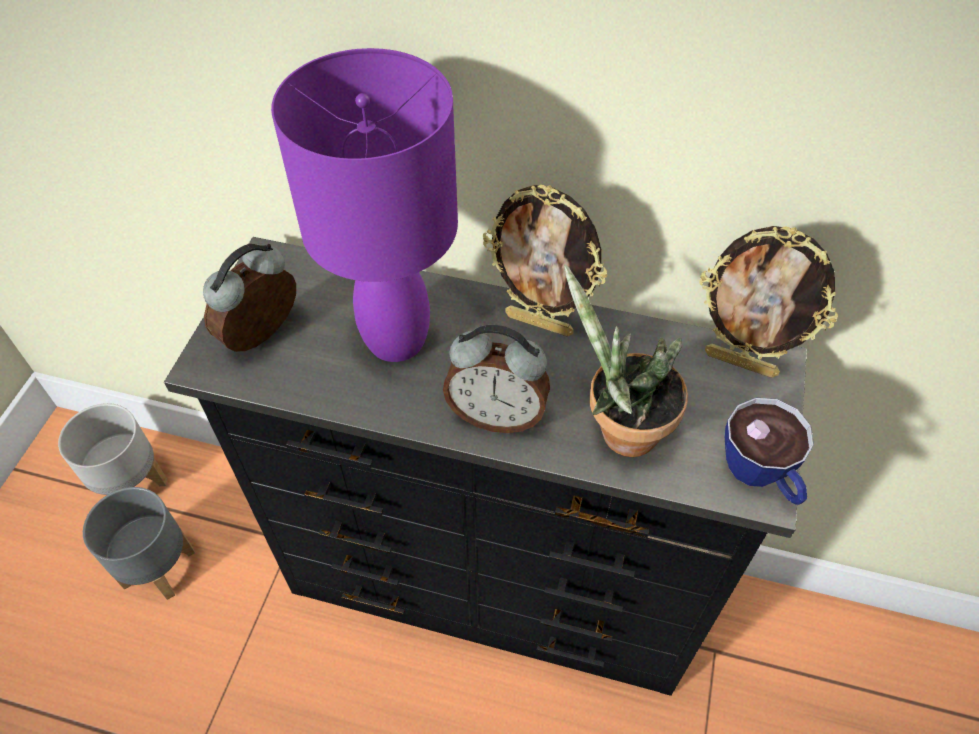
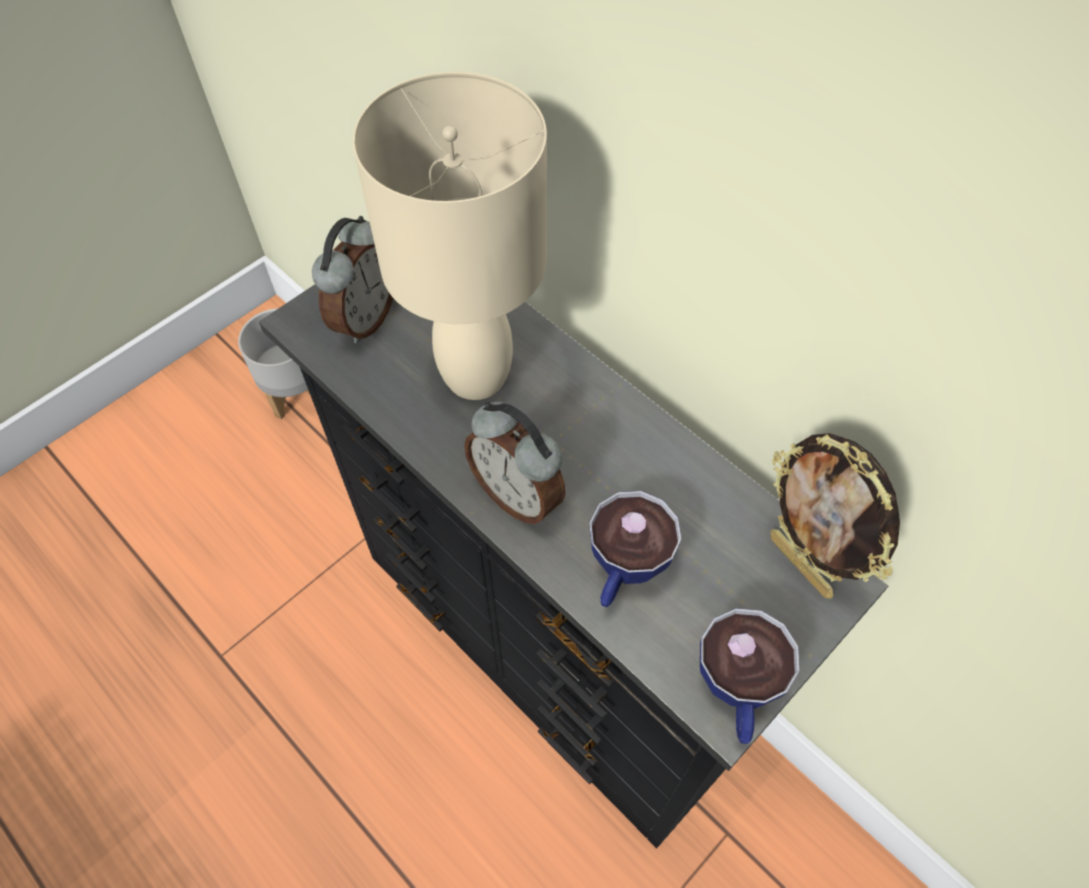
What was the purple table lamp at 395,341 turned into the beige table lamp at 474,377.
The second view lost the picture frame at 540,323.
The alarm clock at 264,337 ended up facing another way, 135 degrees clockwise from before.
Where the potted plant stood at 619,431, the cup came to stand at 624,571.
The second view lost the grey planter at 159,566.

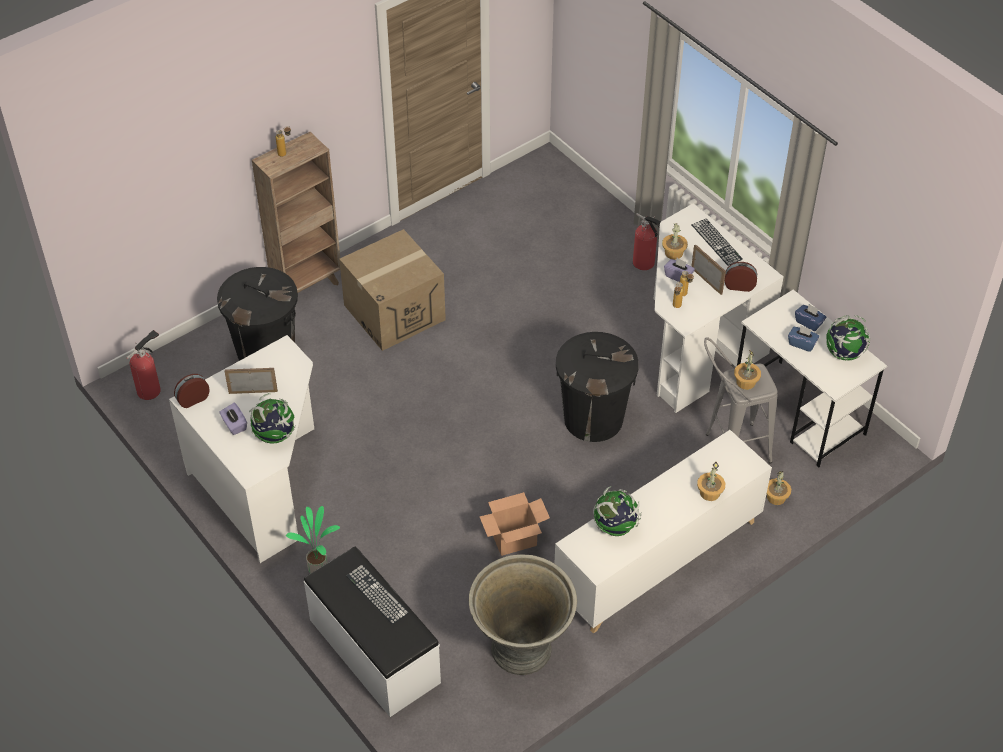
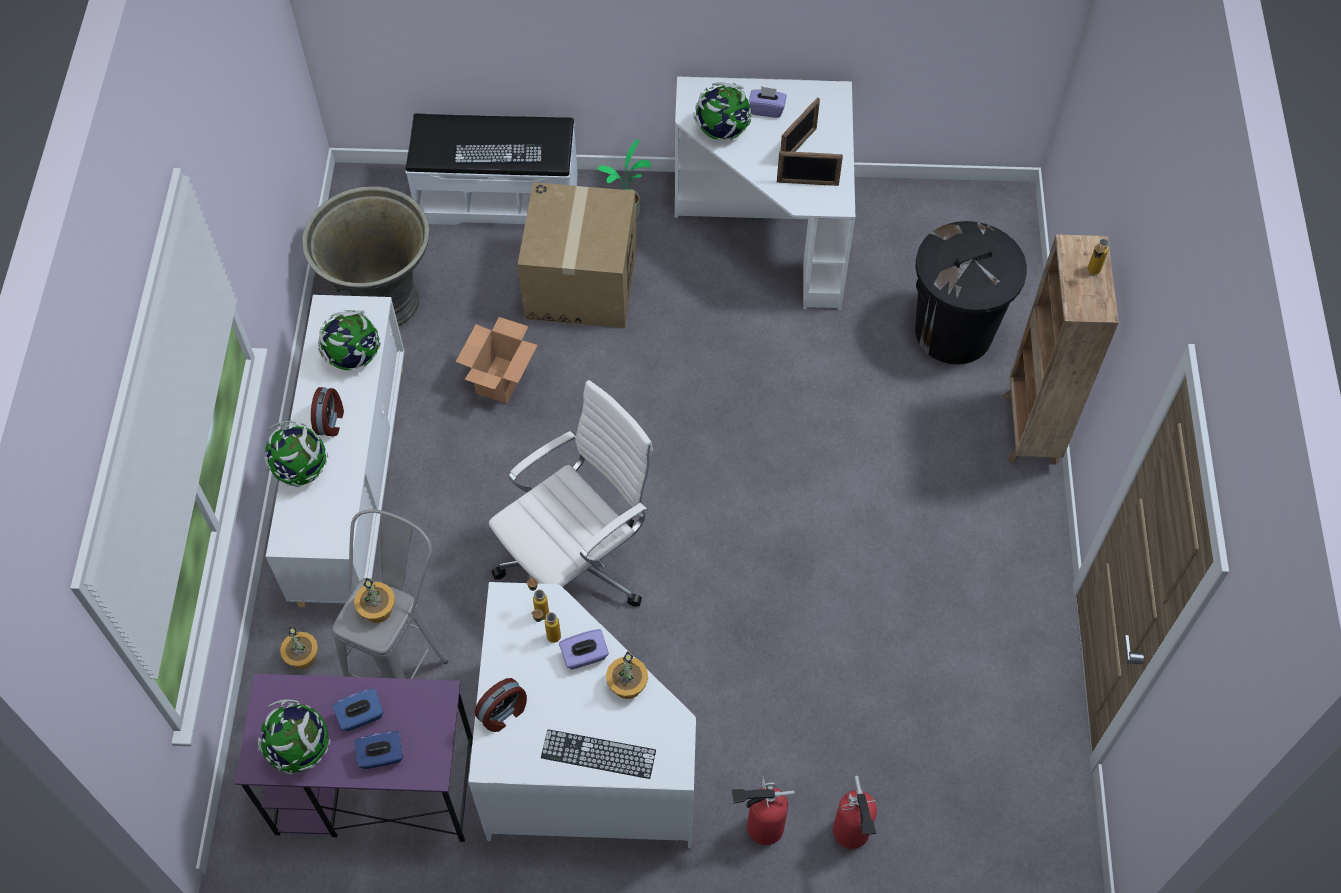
The cardboard box ended up elsewhere, having gone from 394,312 to 581,283.
The picture frame ended up elsewhere, having gone from 707,281 to 807,183.
What was the white desk at 799,413 turned into the purple desk at 374,789.
The fire extinguisher ended up elsewhere, having gone from 151,389 to 851,835.
Where the black trash can stood at 593,418, the white office chair came to stand at 578,566.
The alarm clock ended up elsewhere, having gone from 193,399 to 331,421.
Where the potted plant stood at 709,492, the globe came to stand at 301,470.

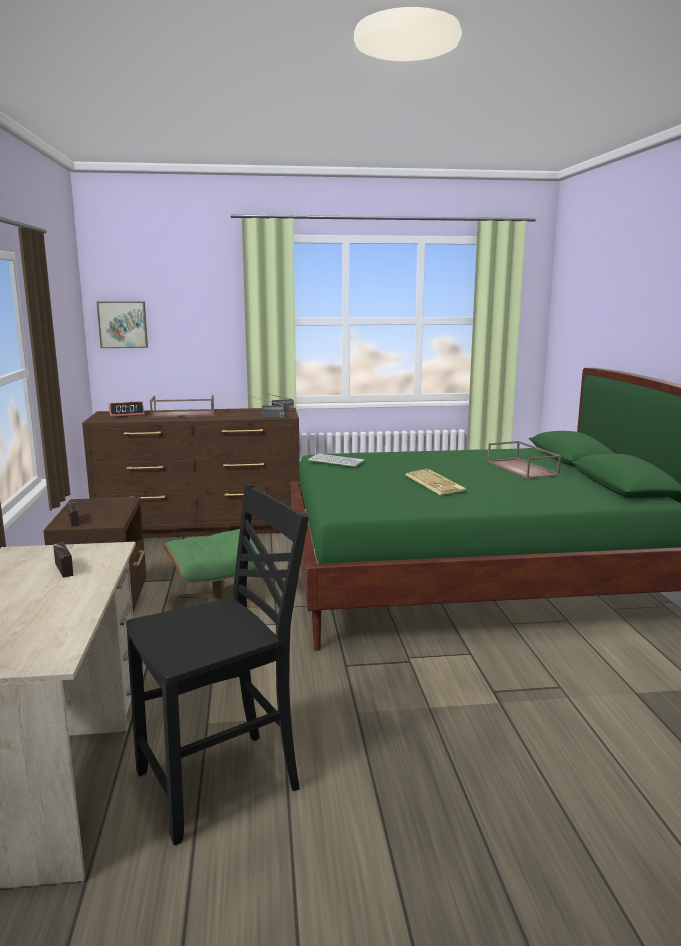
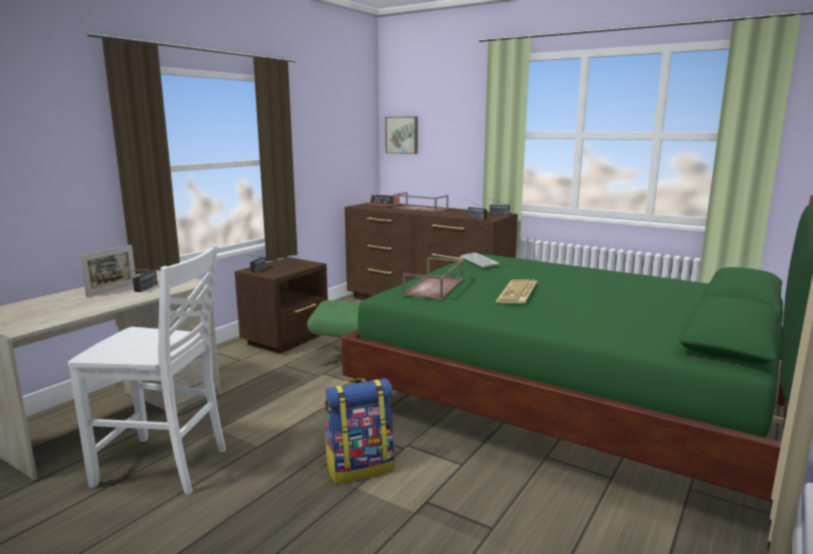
The brown tray ended up elsewhere, having gone from 523,469 to 434,287.
What was the black chair at 222,782 turned into the white chair at 164,467.
The second view gained the picture frame at 112,290.
The second view gained the backpack at 360,467.

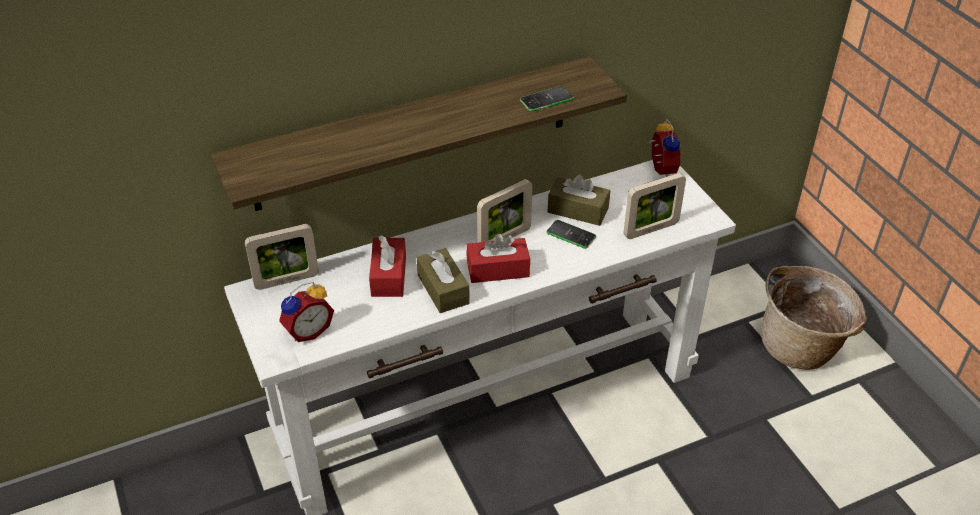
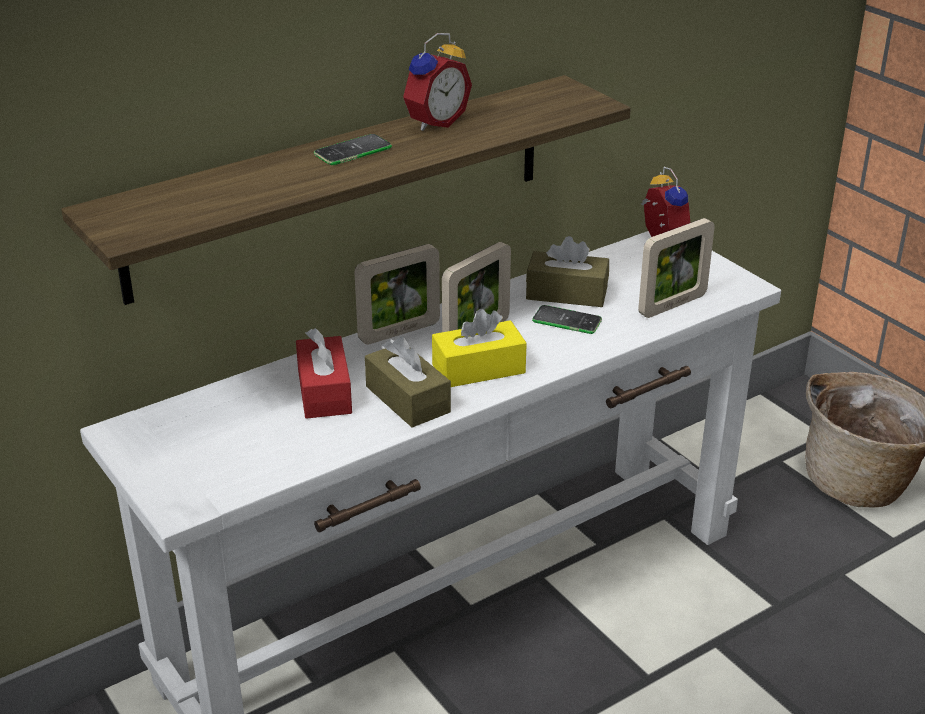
The phone ended up elsewhere, having gone from 546,100 to 353,151.
The picture frame ended up elsewhere, having gone from 286,280 to 399,332.
What was the red tissue box at 498,269 turned into the yellow tissue box at 478,369.
The alarm clock ended up elsewhere, having gone from 307,331 to 434,122.

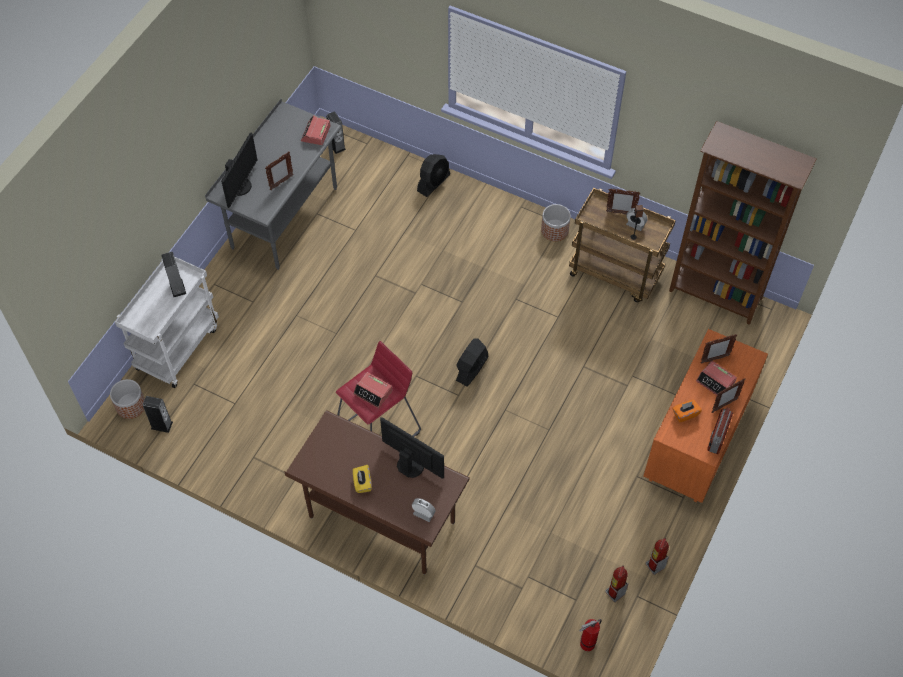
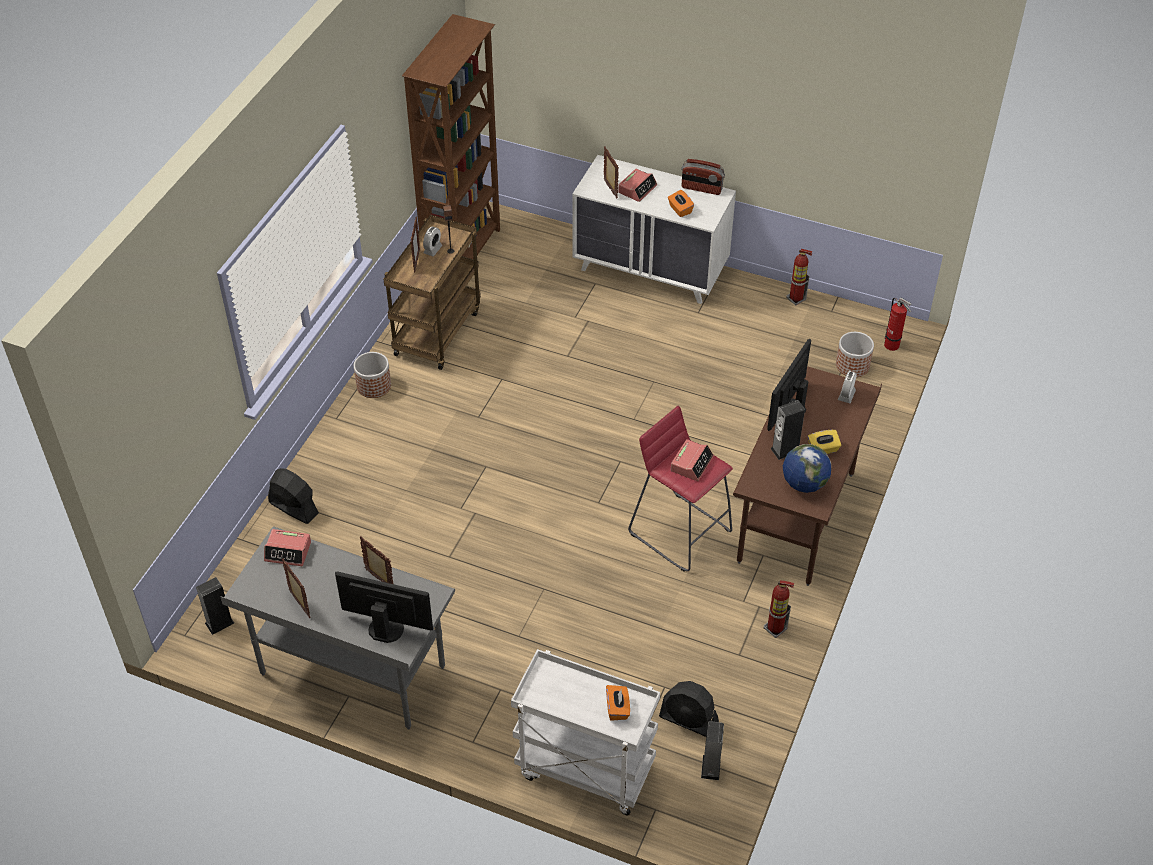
The speaker ended up elsewhere, having gone from 177,288 to 785,450.
What was the orange dresser at 695,443 turned into the white dresser at 651,270.
The black fan ended up elsewhere, having gone from 472,369 to 689,721.
The picture frame ended up elsewhere, having gone from 724,406 to 299,605.
The planter ended up elsewhere, having gone from 130,406 to 852,365.
The fire extinguisher ended up elsewhere, having gone from 614,593 to 775,629.
The second view gained the globe at 804,484.
The second view gained the orange tissue box at 617,708.

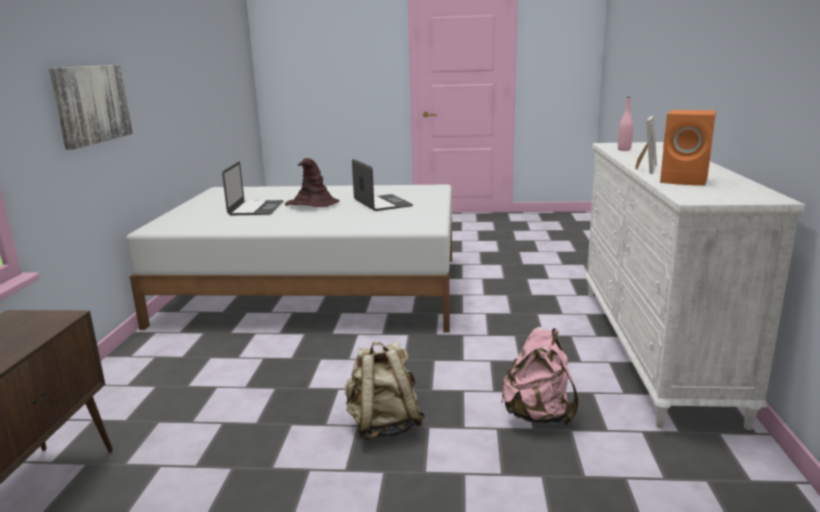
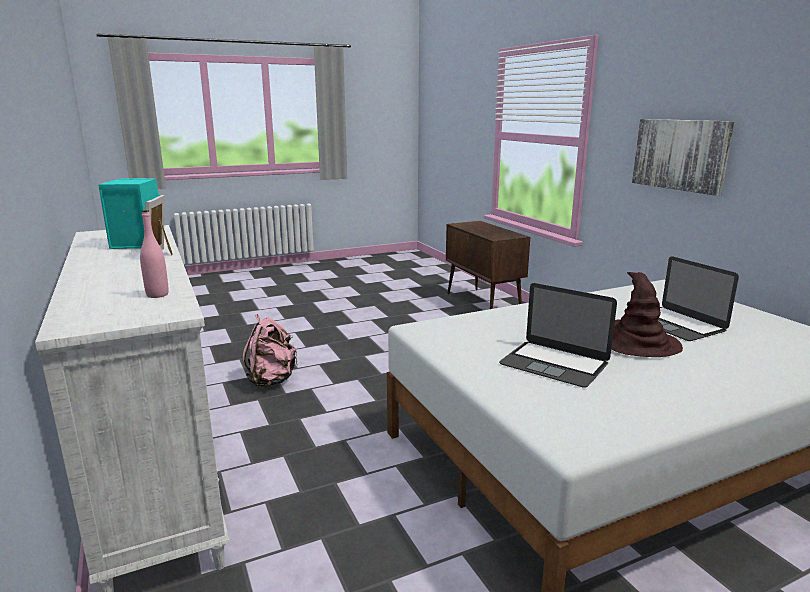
What was the orange speaker at 686,180 turned into the turquoise speaker at 136,244.
The second view lost the beige backpack at 383,425.

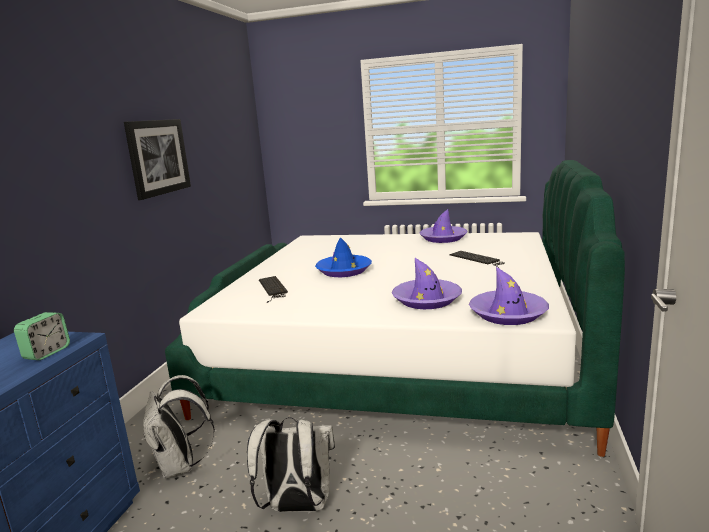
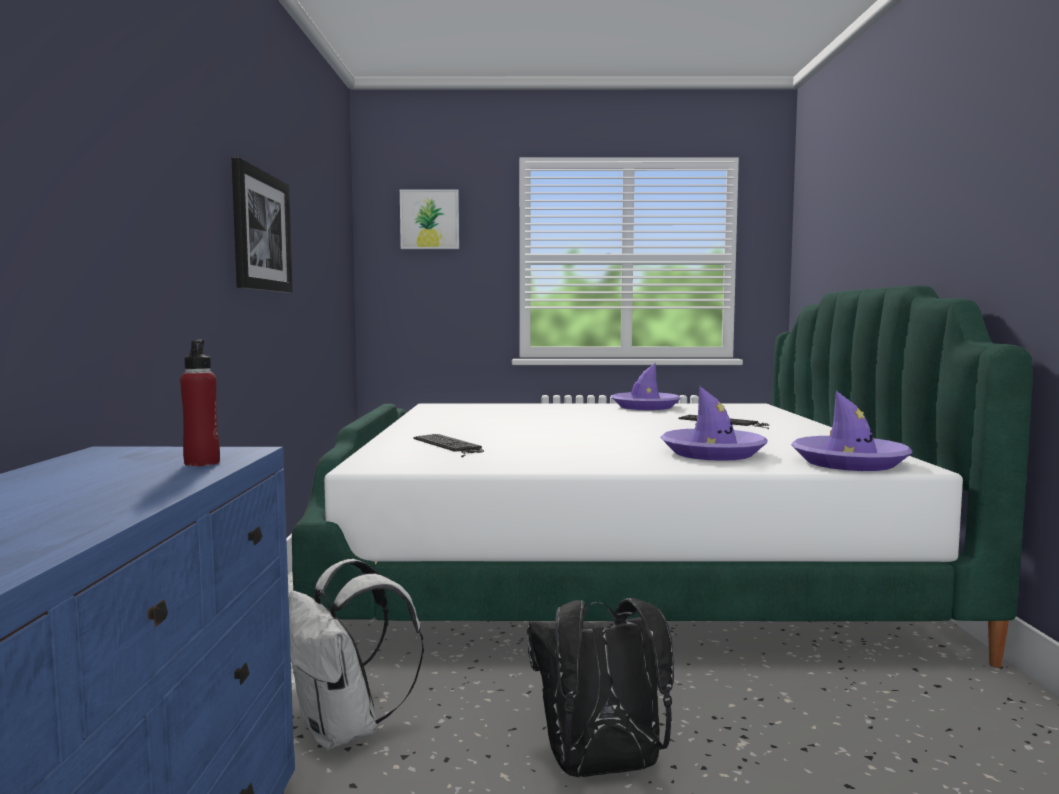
The second view lost the blue hat at 344,271.
Where the alarm clock stood at 47,353, the red bottle came to stand at 202,463.
What was the white backpack at 297,507 turned into the black backpack at 601,769.
The second view gained the picture at 429,219.

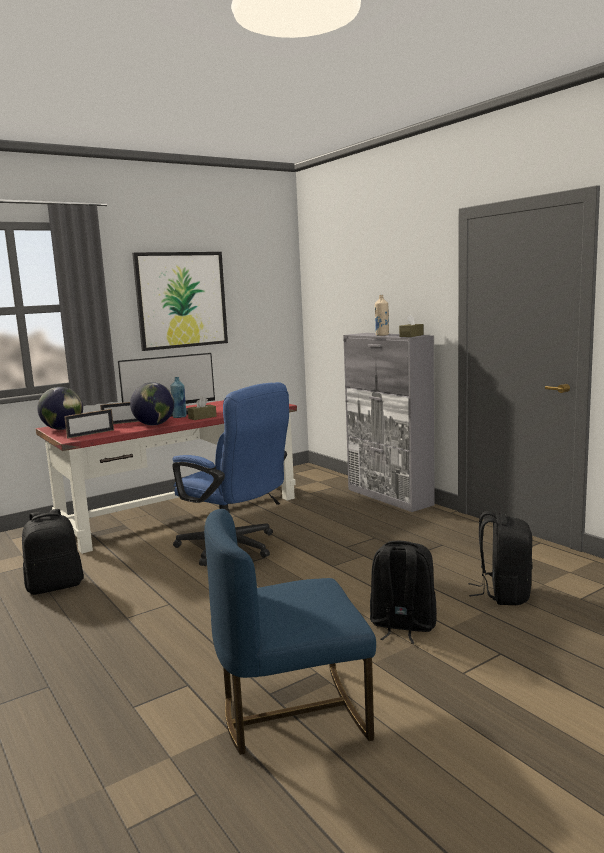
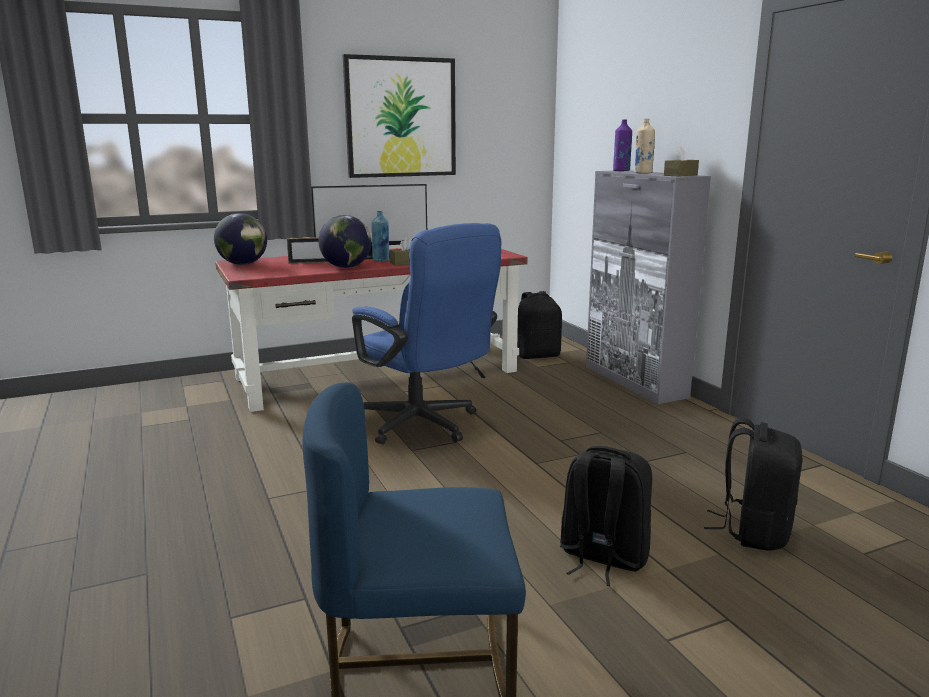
The second view lost the picture frame at 91,434.
The black backpack ended up elsewhere, having gone from 55,586 to 537,355.
The second view gained the purple bottle at 621,171.

